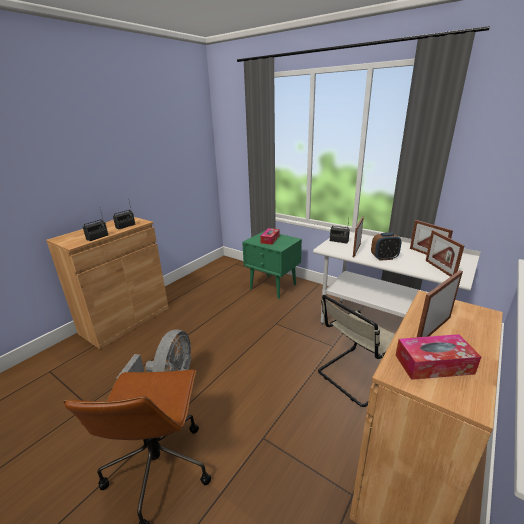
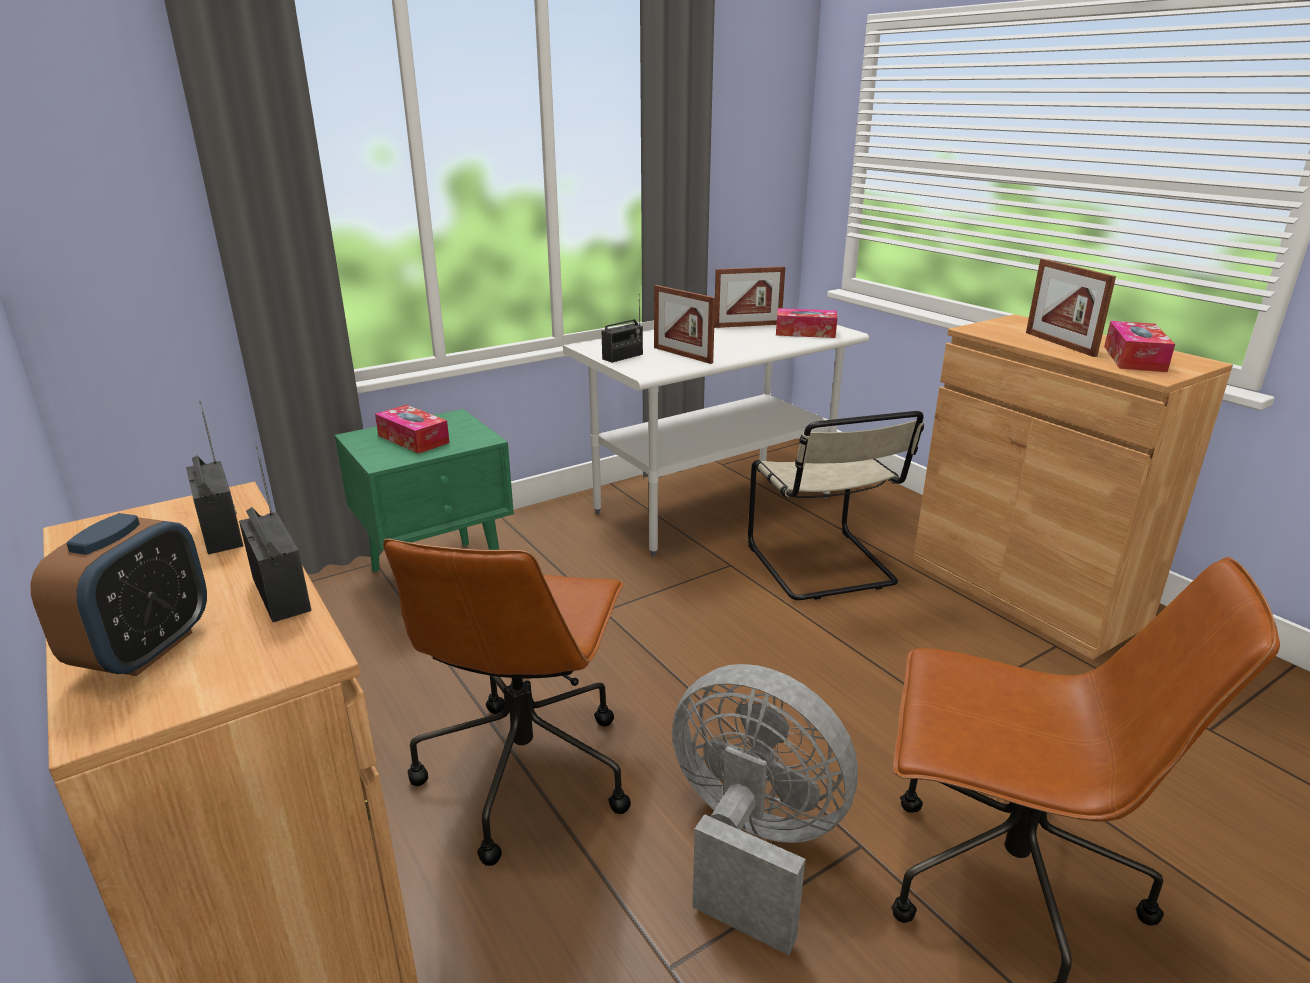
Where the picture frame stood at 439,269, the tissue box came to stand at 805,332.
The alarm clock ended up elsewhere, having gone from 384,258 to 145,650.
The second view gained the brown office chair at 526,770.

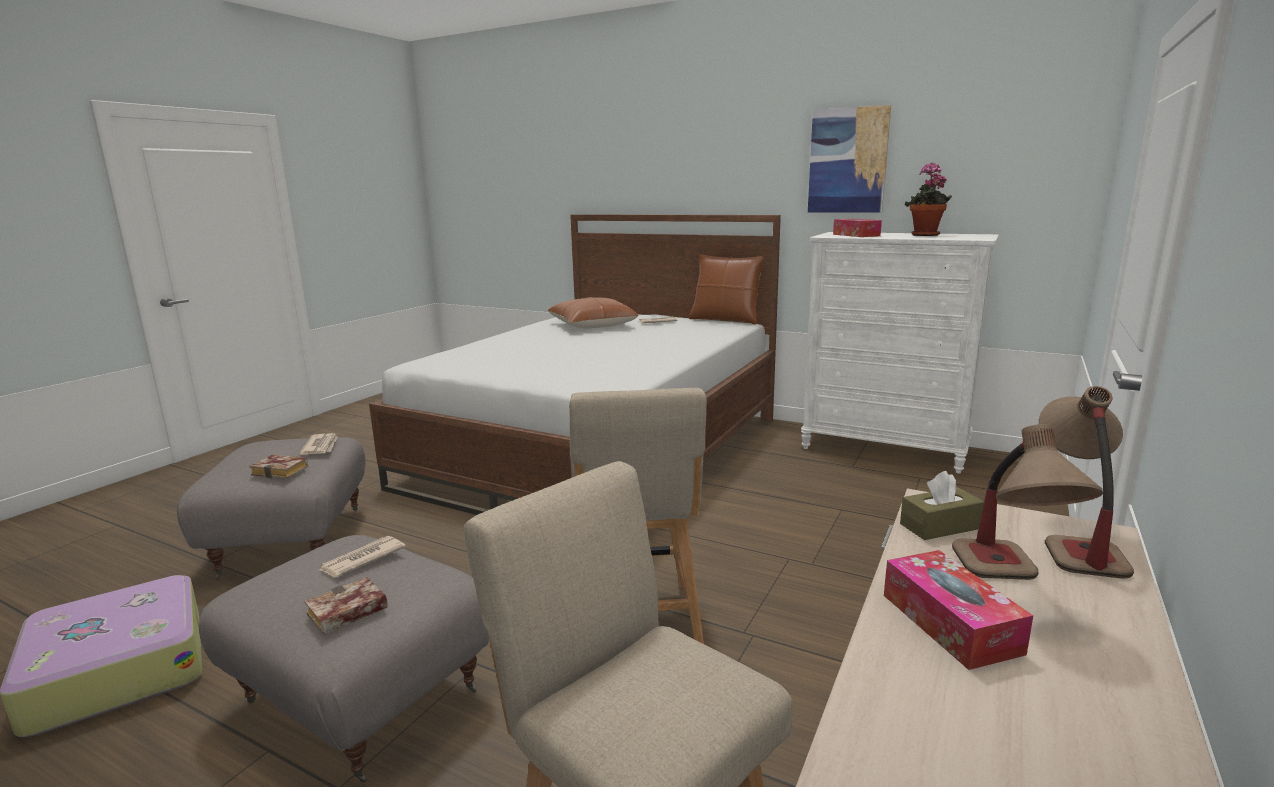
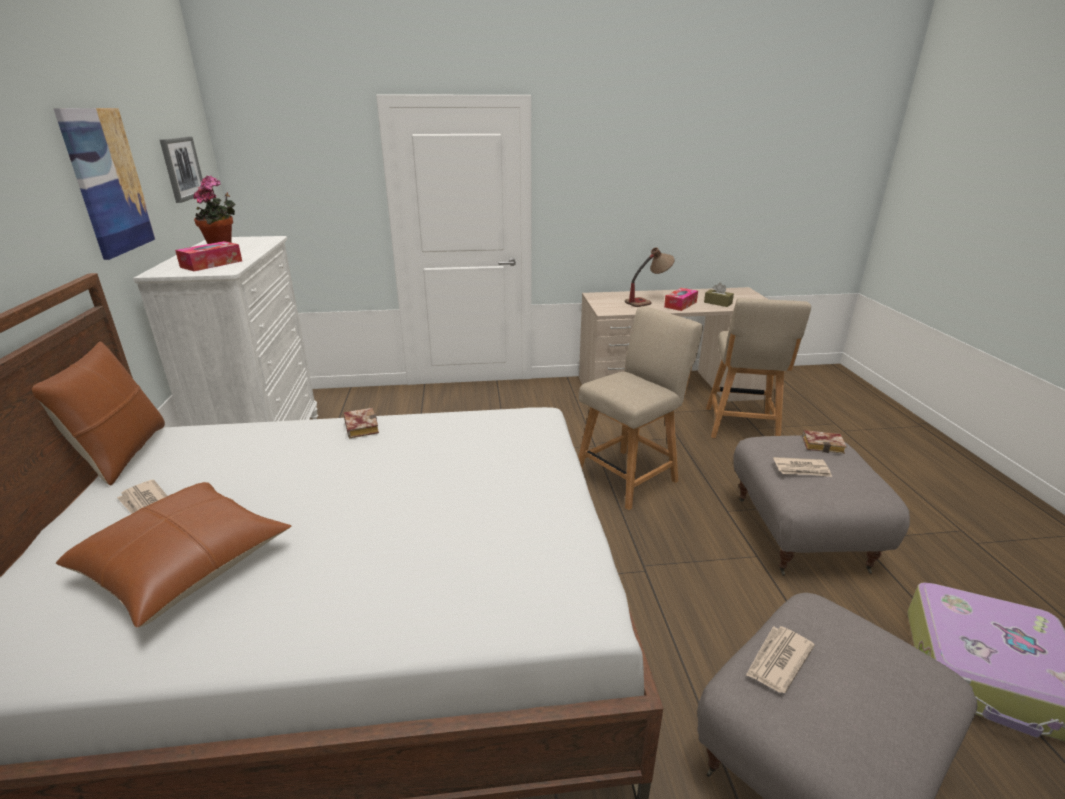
The second view lost the table lamp at 1073,540.
The book ended up elsewhere, having gone from 283,471 to 359,426.
The brown tissue box ended up elsewhere, having gone from 940,526 to 718,303.
The second view gained the picture at 182,168.

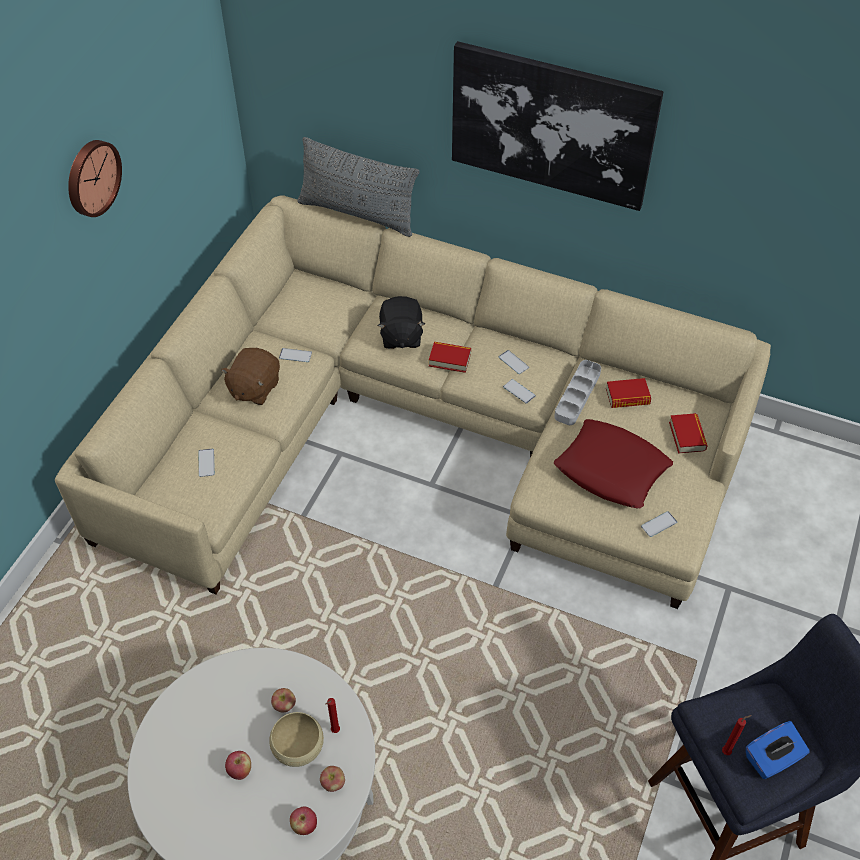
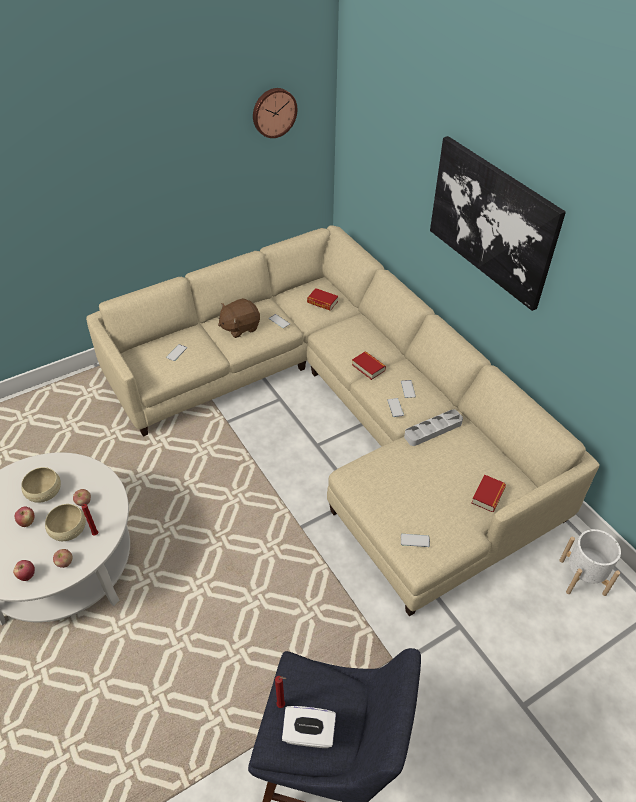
The second view lost the grey pillow at 358,214.
The wall clock ended up elsewhere, having gone from 91,177 to 273,112.
The second view lost the black plush toy at 400,336.
The book ended up elsewhere, having gone from 627,397 to 322,302.
The second view lost the red pillow at 611,469.
What was the blue tissue box at 772,759 turned into the white tissue box at 308,734.
The second view gained the beige bowl at 44,491.
The second view gained the white planter at 582,576.

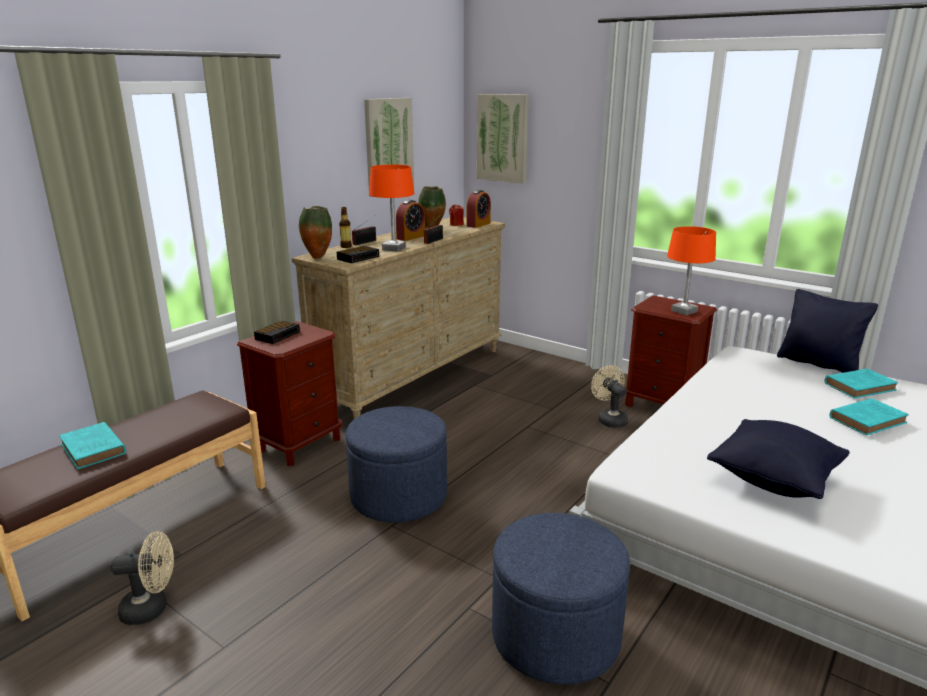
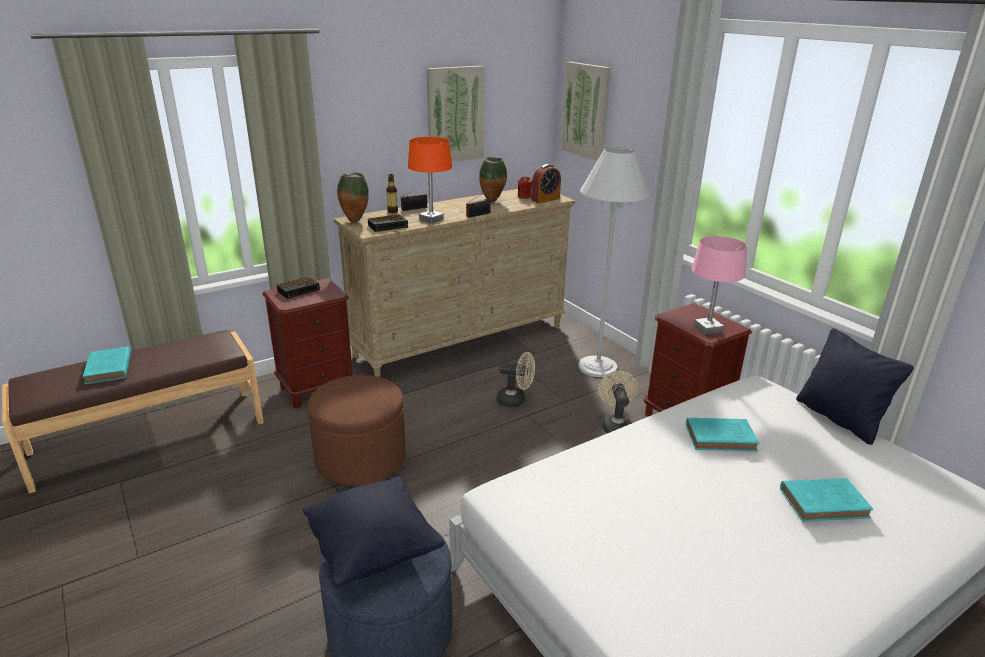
The second view lost the alarm clock at 411,237.
What was the orange table lamp at 684,311 turned into the pink table lamp at 708,328.
The turquoise book ended up elsewhere, having gone from 861,386 to 722,438.
What was the blue ottoman at 399,496 turned into the brown ottoman at 361,459.
The black pillow ended up elsewhere, having gone from 773,481 to 373,550.
The beige fan ended up elsewhere, having gone from 152,608 to 515,400.
The second view gained the white floor lamp at 597,367.

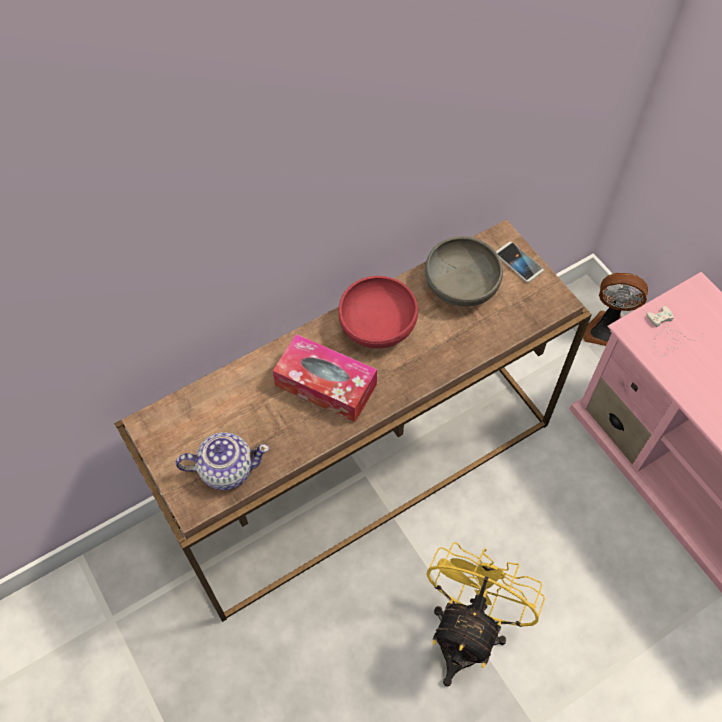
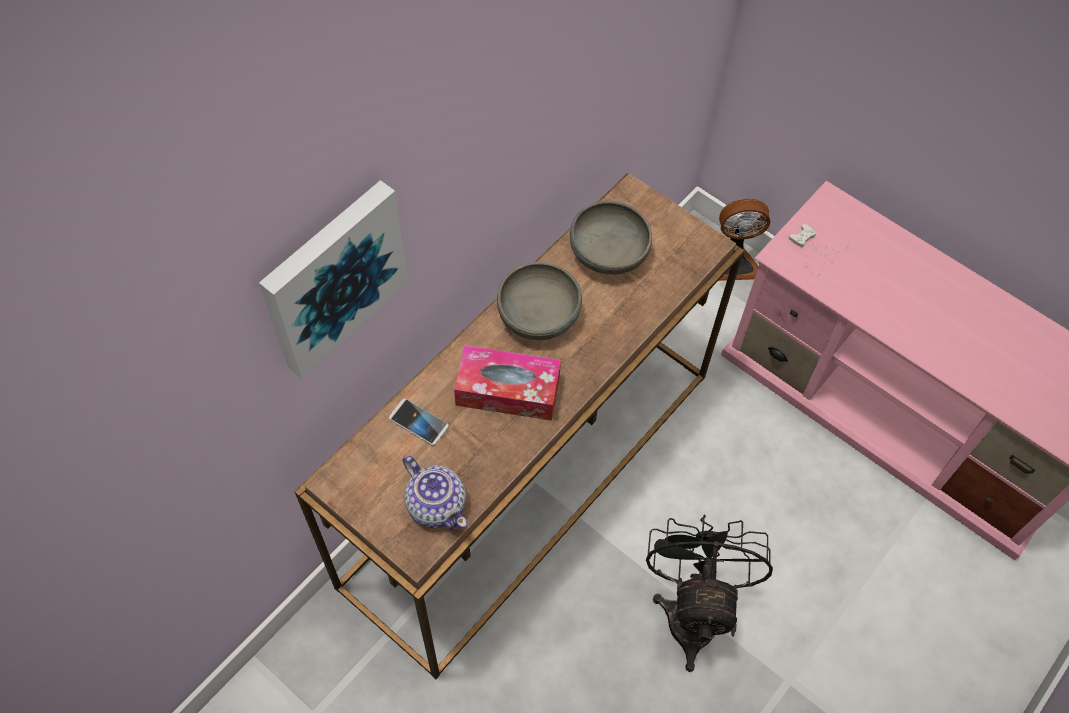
The phone ended up elsewhere, having gone from 518,262 to 418,422.
What was the red bowl at 377,325 turned into the grey bowl at 538,315.
The teapot at 226,469 ended up facing another way, 75 degrees clockwise from before.
What was the yellow fan at 467,631 turned into the black fan at 693,610.
The second view gained the picture at 332,277.

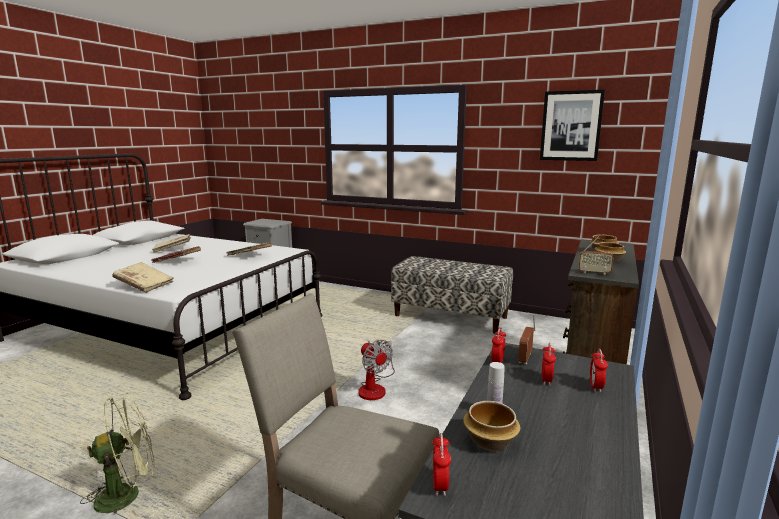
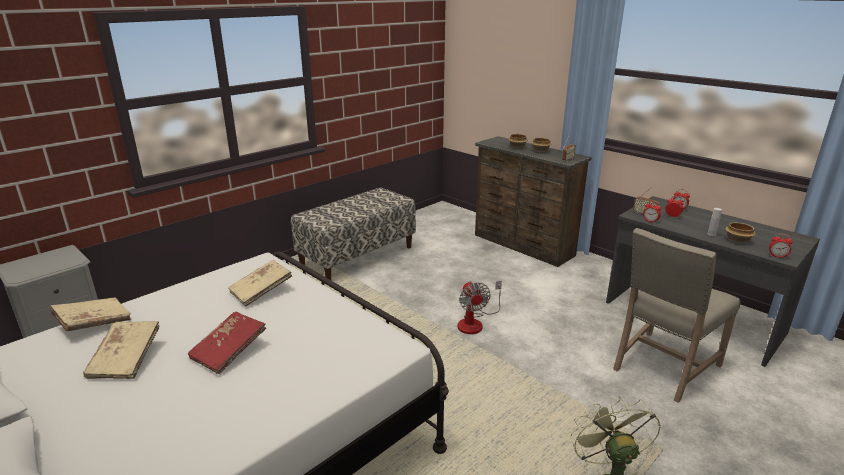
The second view lost the picture at 571,126.
The beige book ended up elsewhere, having gone from 144,285 to 94,323.
The fan at 375,387 ended up facing another way, 90 degrees clockwise from before.

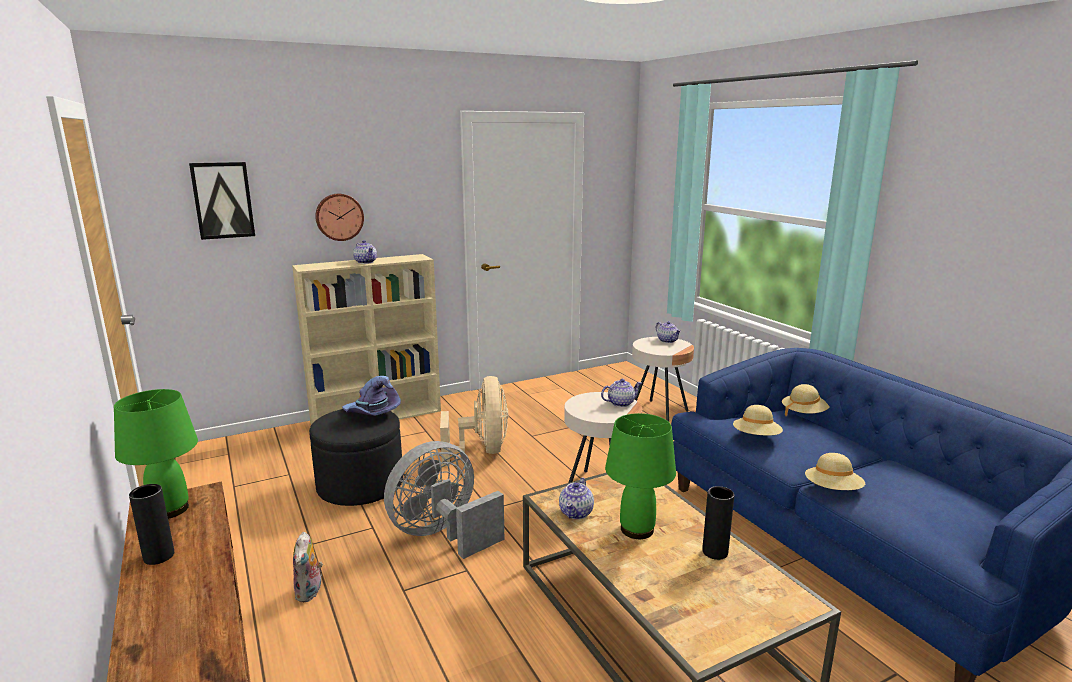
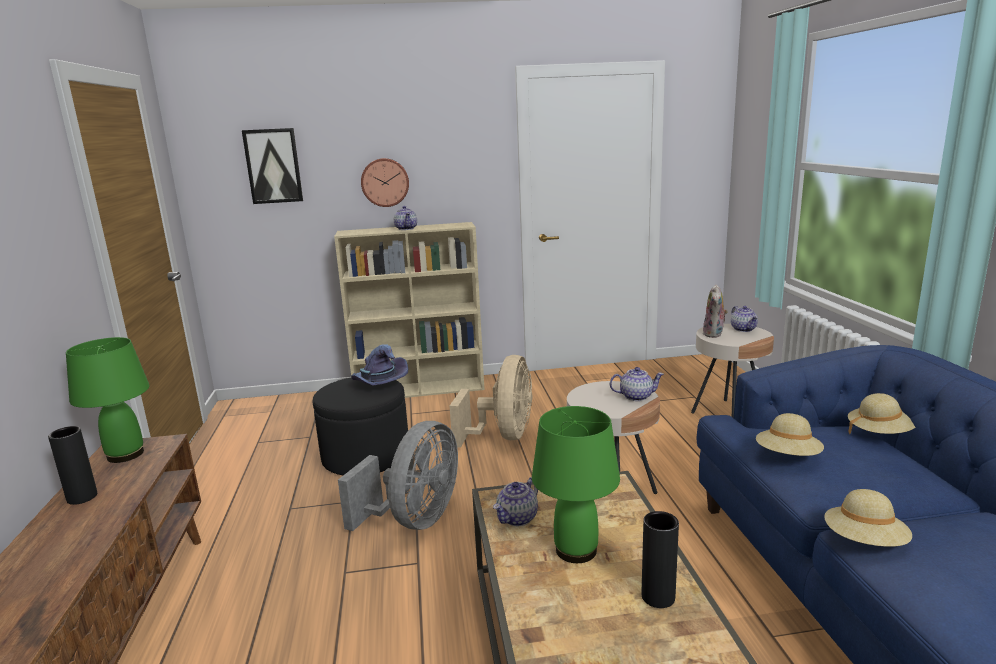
The grey fan at 442,534 ended up facing another way, 135 degrees clockwise from before.
The plush toy ended up elsewhere, having gone from 310,592 to 714,334.

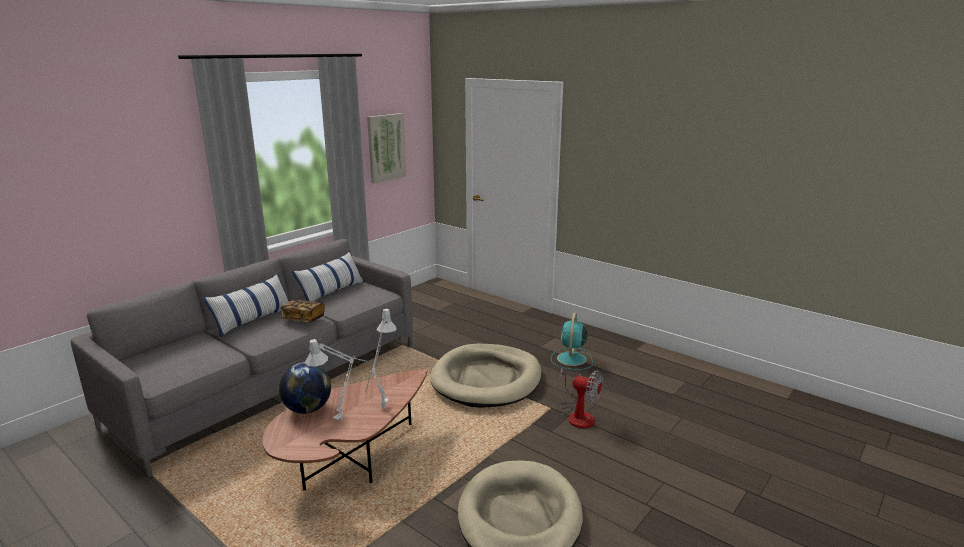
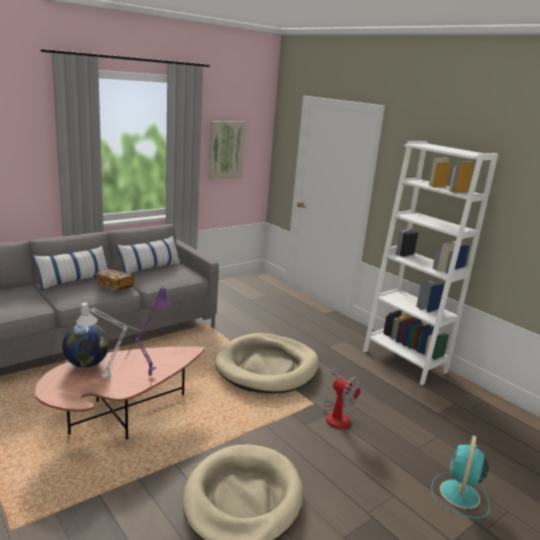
What was the grey table lamp at 382,412 turned into the purple table lamp at 147,378.
The turquoise fan ended up elsewhere, having gone from 571,359 to 459,495.
The second view gained the white bookcase at 404,361.

